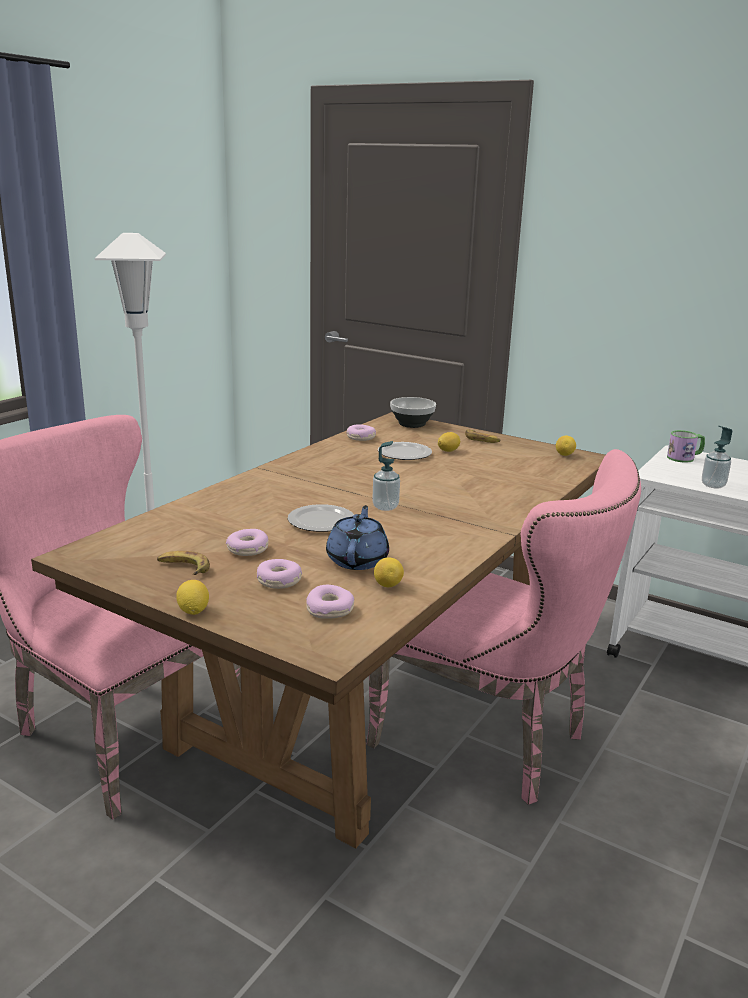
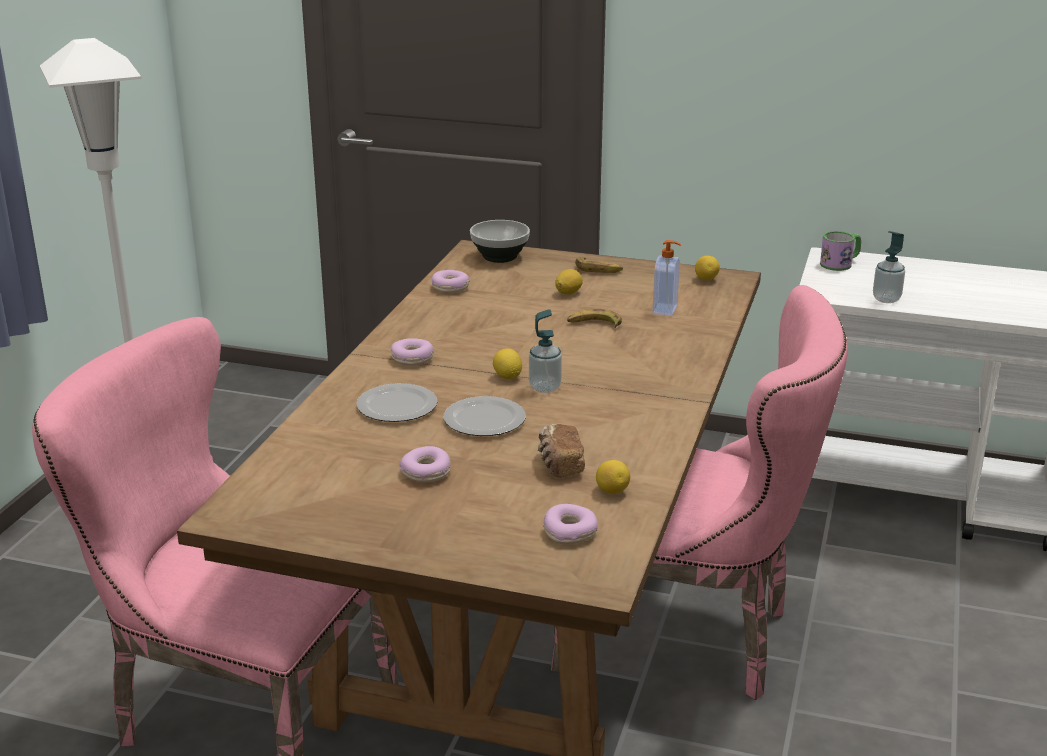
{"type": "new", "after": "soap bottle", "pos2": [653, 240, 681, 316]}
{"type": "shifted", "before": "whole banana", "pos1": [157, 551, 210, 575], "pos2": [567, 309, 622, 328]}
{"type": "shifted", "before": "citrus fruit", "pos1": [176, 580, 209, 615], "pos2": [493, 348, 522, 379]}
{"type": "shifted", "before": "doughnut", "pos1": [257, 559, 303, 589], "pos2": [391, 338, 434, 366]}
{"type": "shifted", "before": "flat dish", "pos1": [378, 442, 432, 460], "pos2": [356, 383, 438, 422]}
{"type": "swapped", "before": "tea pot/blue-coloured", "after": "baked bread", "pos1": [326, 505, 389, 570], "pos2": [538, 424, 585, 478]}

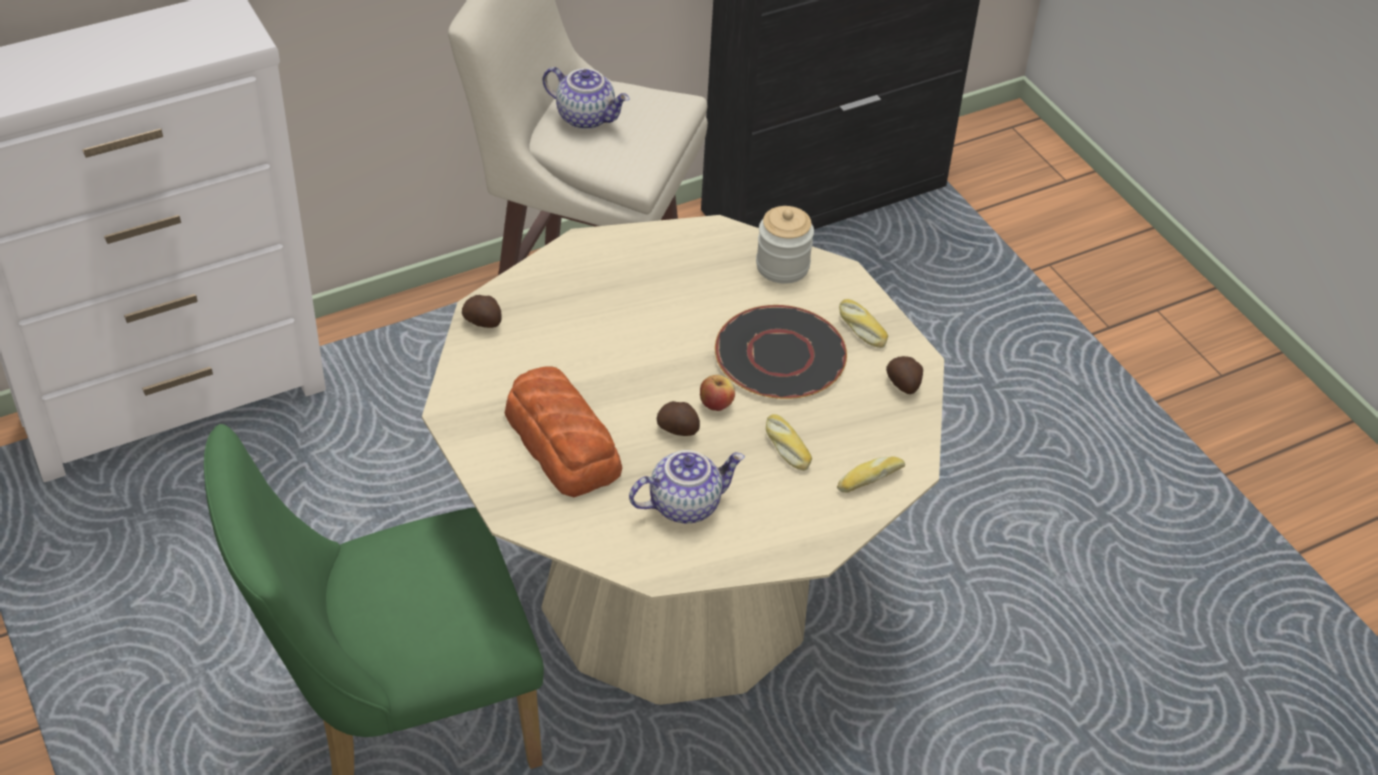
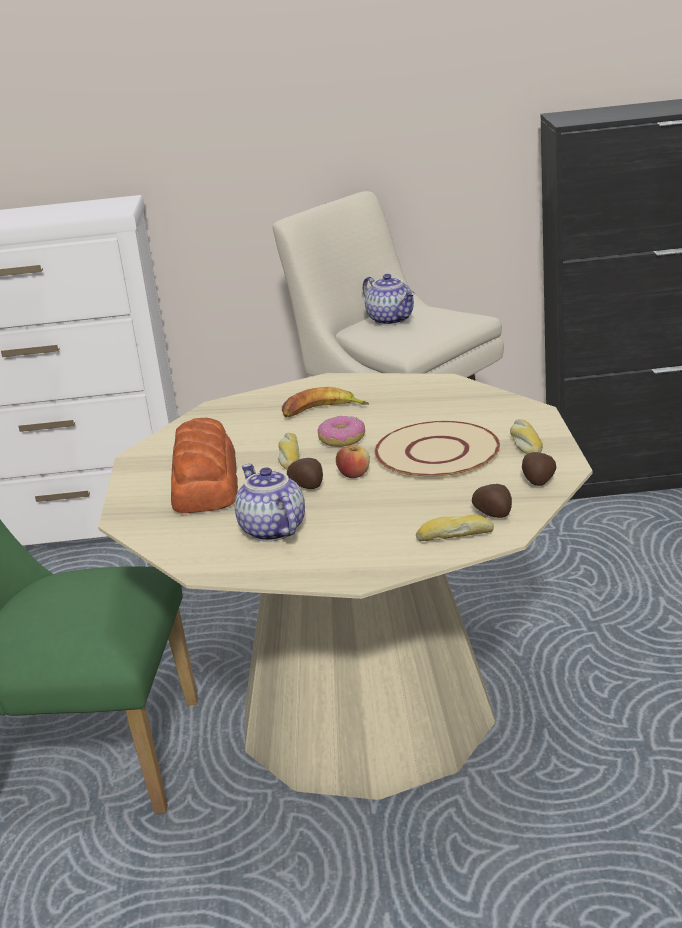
{"type": "gone", "before": "jar", "pos1": [756, 206, 814, 284]}
{"type": "new", "after": "whole banana", "pos2": [282, 387, 369, 418]}
{"type": "new", "after": "doughnut", "pos2": [318, 416, 365, 447]}
{"type": "shifted", "before": "potato", "pos1": [462, 295, 502, 328], "pos2": [472, 484, 512, 518]}
{"type": "shifted", "before": "baked bread", "pos1": [766, 414, 812, 471], "pos2": [278, 433, 299, 469]}
{"type": "repainted", "before": "flat dish/black-coloured", "after": "flat dish/beige-coloured", "pos1": [715, 305, 847, 399], "pos2": [375, 421, 500, 479]}
{"type": "rotated", "before": "tea pot", "pos1": [629, 450, 745, 523], "pos2": [235, 464, 305, 542], "turn": -120}

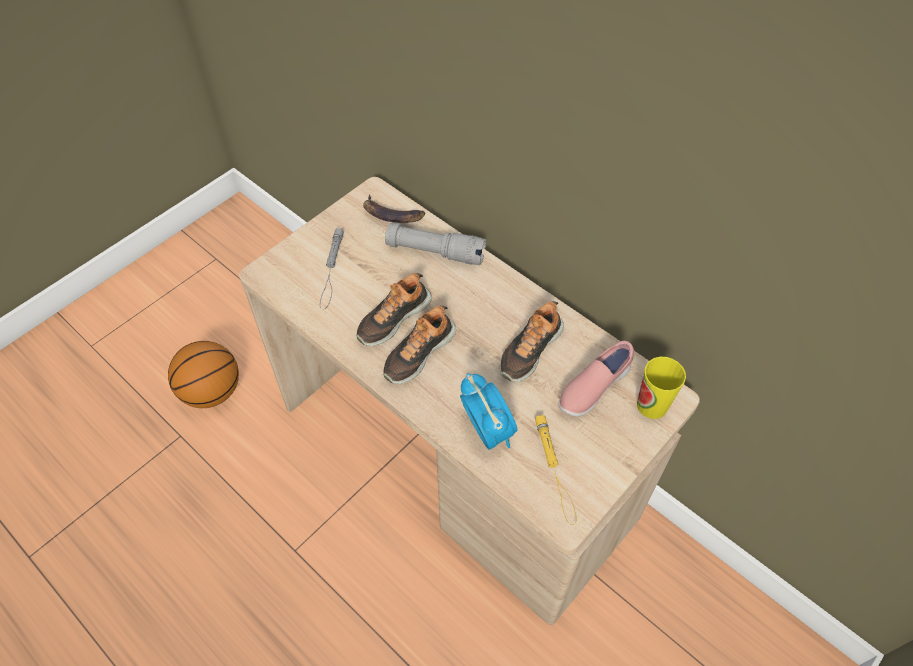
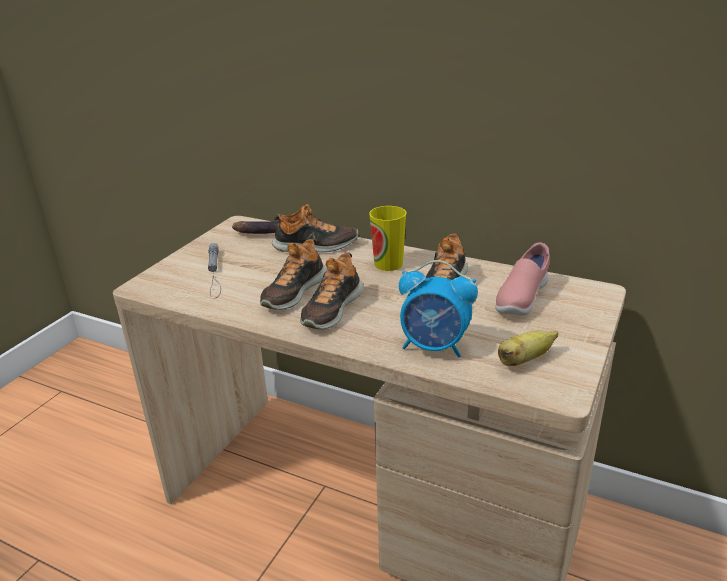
{"type": "gone", "before": "basketball ball", "pos1": [168, 341, 239, 408]}
{"type": "shifted", "before": "drinking cup", "pos1": [637, 357, 686, 419], "pos2": [369, 206, 406, 271]}
{"type": "swapped", "before": "torch/grey", "after": "item of footwear", "pos1": [385, 223, 486, 265], "pos2": [272, 204, 359, 252]}
{"type": "swapped", "before": "torch/yellowish", "after": "whole banana", "pos1": [535, 415, 577, 525], "pos2": [498, 330, 559, 366]}
{"type": "rotated", "before": "bedside clock", "pos1": [460, 373, 518, 450], "pos2": [399, 260, 478, 358], "turn": 150}

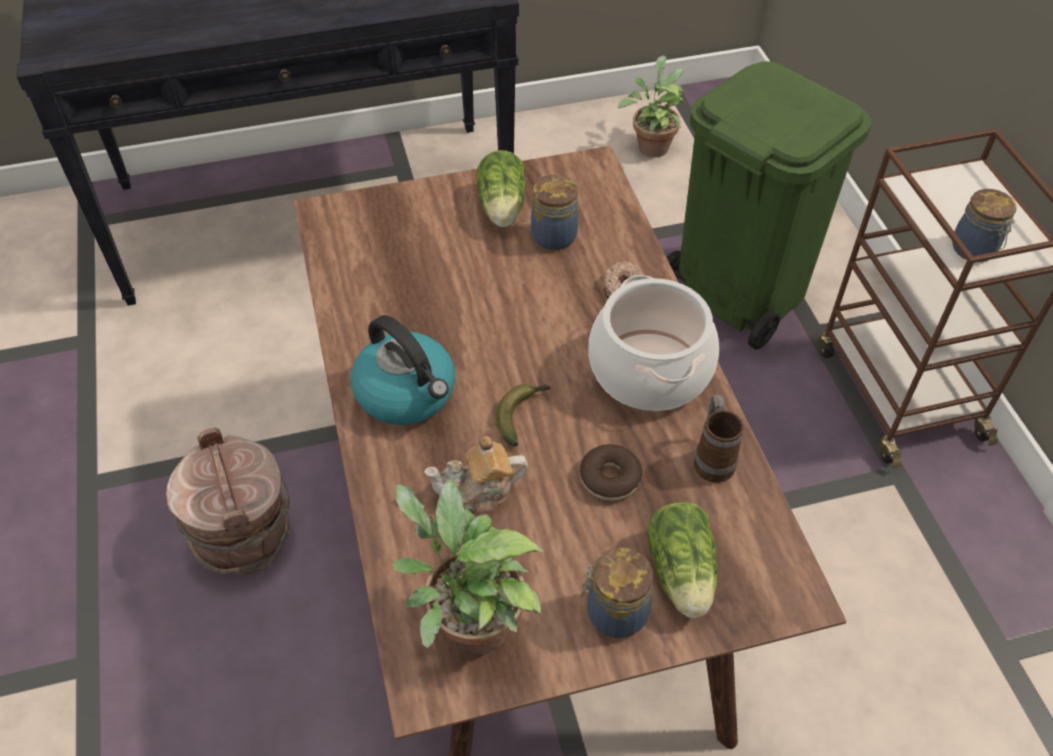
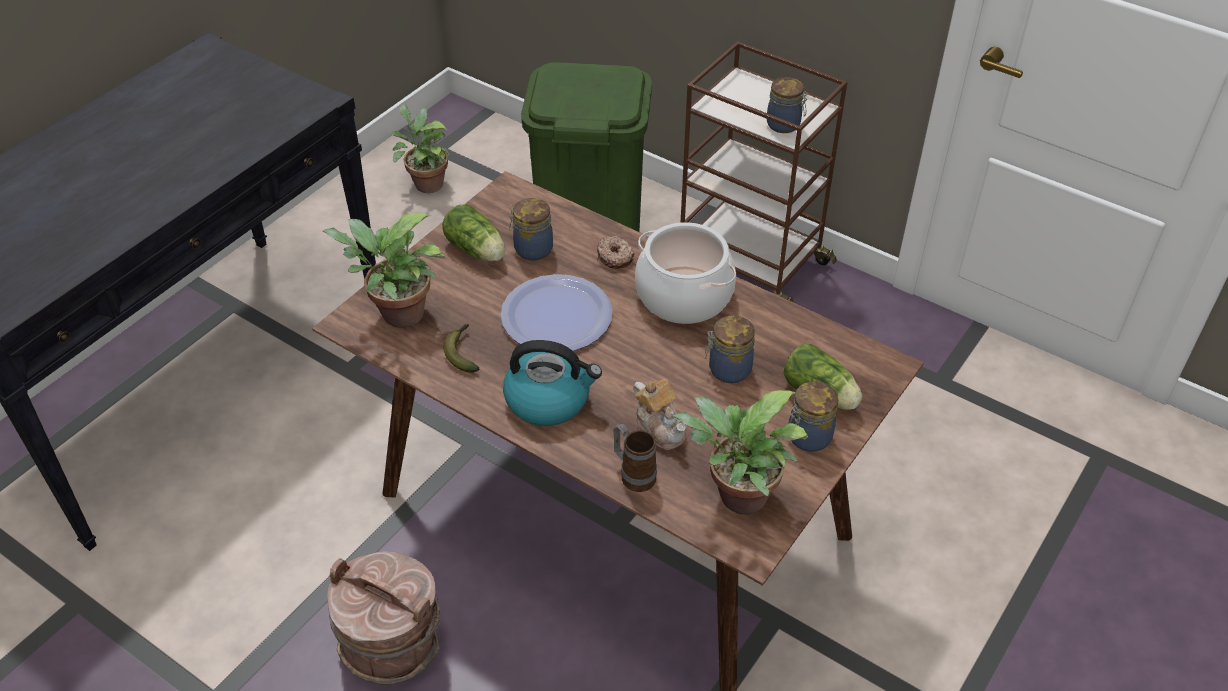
{"type": "new", "after": "plant in a pot", "pos2": [323, 212, 446, 328]}
{"type": "new", "after": "flat dish", "pos2": [501, 274, 613, 351]}
{"type": "shifted", "before": "whole banana", "pos1": [496, 384, 550, 446], "pos2": [443, 324, 479, 373]}
{"type": "shifted", "before": "mug", "pos1": [694, 394, 744, 482], "pos2": [613, 424, 657, 492]}
{"type": "swapped", "before": "doughnut", "after": "jar", "pos1": [579, 444, 642, 501], "pos2": [705, 316, 755, 383]}
{"type": "rotated", "before": "tea pot", "pos1": [424, 436, 528, 513], "pos2": [633, 379, 687, 450], "turn": -75}

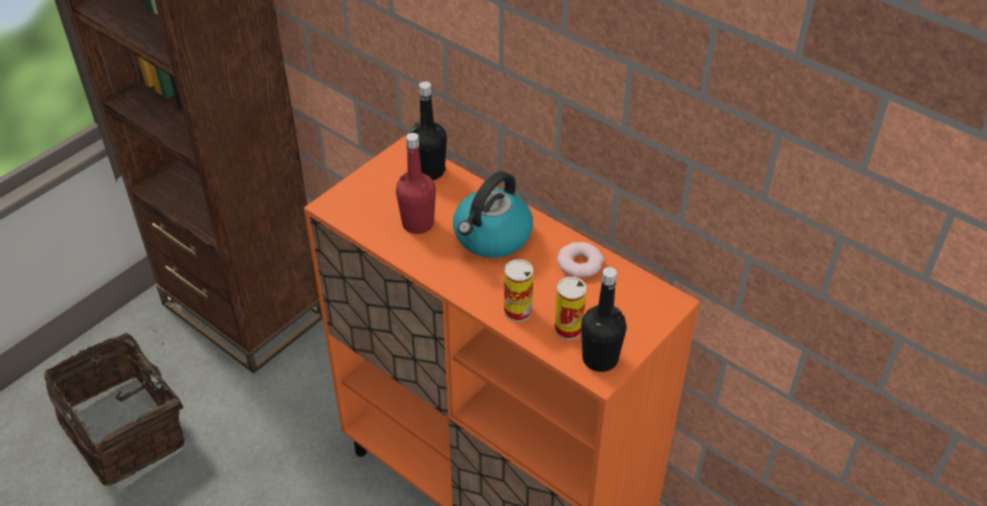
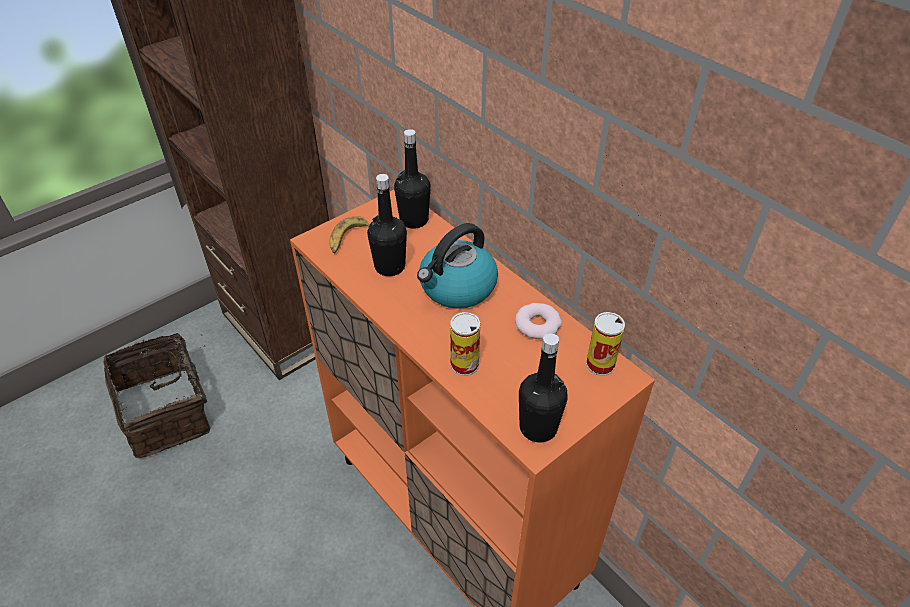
{"type": "new", "after": "whole banana", "pos2": [330, 216, 370, 254]}
{"type": "shifted", "before": "metal can", "pos1": [555, 277, 586, 340], "pos2": [586, 312, 625, 376]}
{"type": "repainted", "before": "beverage bottle/red-coloured", "after": "beverage bottle/black-coloured", "pos1": [396, 133, 436, 234], "pos2": [367, 174, 407, 276]}

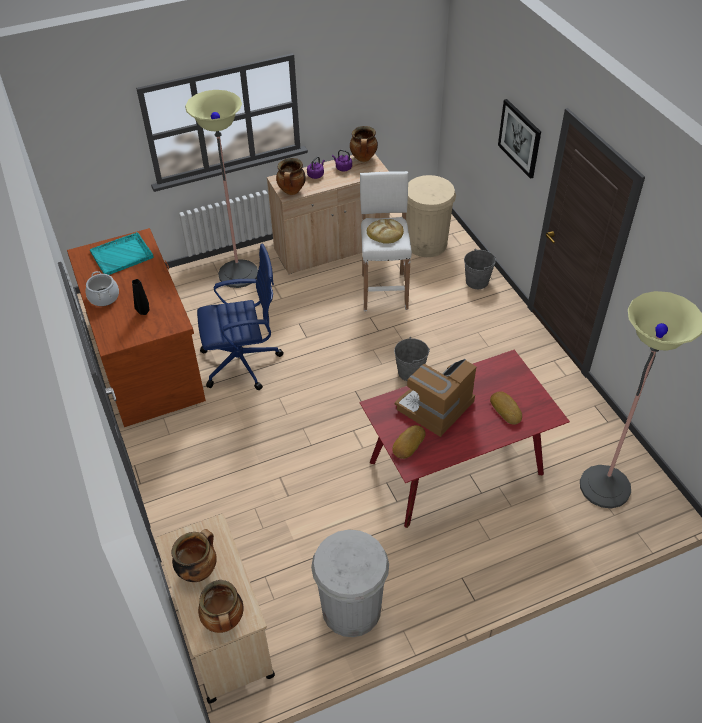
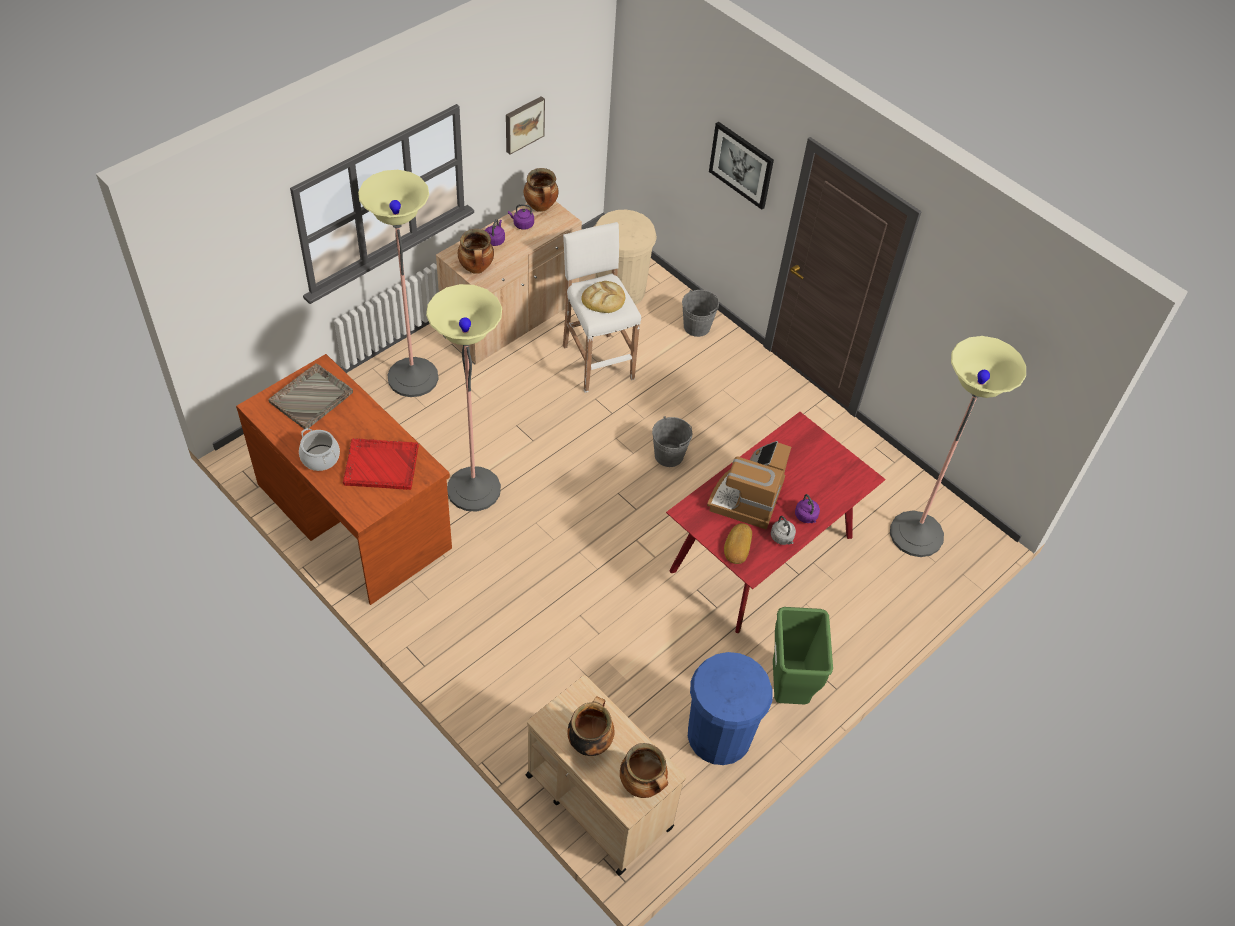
{"type": "gone", "before": "baked bread", "pos1": [490, 391, 522, 425]}
{"type": "new", "after": "wall art", "pos2": [506, 96, 545, 155]}
{"type": "new", "after": "tea kettle/grey", "pos2": [771, 516, 796, 545]}
{"type": "new", "after": "waste bin/green", "pos2": [773, 607, 833, 704]}
{"type": "new", "after": "tea kettle/purplish", "pos2": [795, 494, 820, 523]}
{"type": "swapped", "before": "decorative vase/black-coloured", "after": "tray/red-coloured", "pos1": [132, 279, 150, 315], "pos2": [343, 438, 419, 490]}
{"type": "swapped", "before": "office chair/blue-coloured", "after": "floor lamp", "pos1": [197, 244, 284, 390], "pos2": [426, 284, 502, 511]}
{"type": "repainted", "before": "tray/turquoise-coloured", "after": "tray/grey", "pos1": [90, 232, 153, 275], "pos2": [268, 363, 353, 429]}
{"type": "repainted", "before": "waste bin/white", "after": "waste bin/blue-coloured", "pos1": [311, 530, 389, 637], "pos2": [688, 652, 773, 765]}

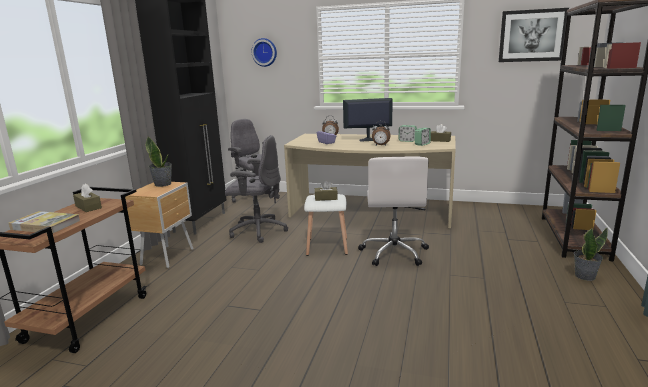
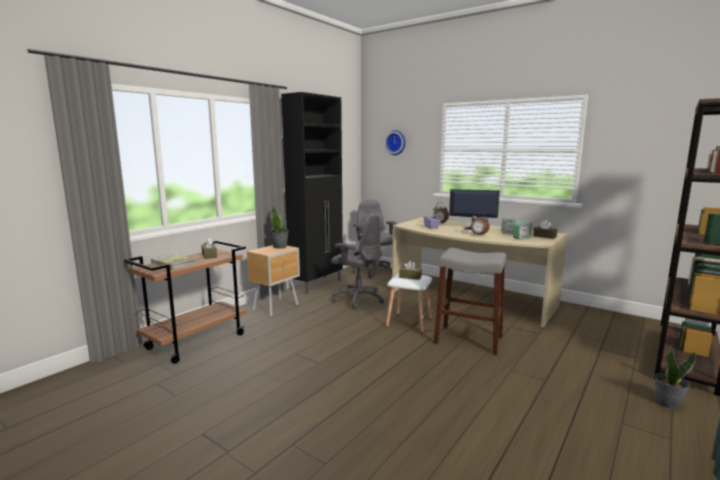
{"type": "gone", "before": "wall art", "pos1": [499, 8, 569, 62]}
{"type": "swapped", "before": "office chair/white", "after": "stool seat/grey", "pos1": [358, 157, 429, 266], "pos2": [434, 248, 507, 355]}

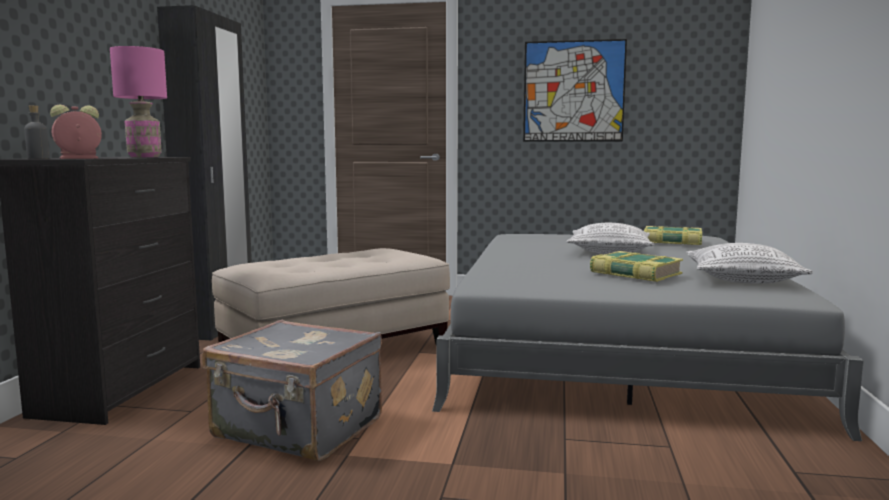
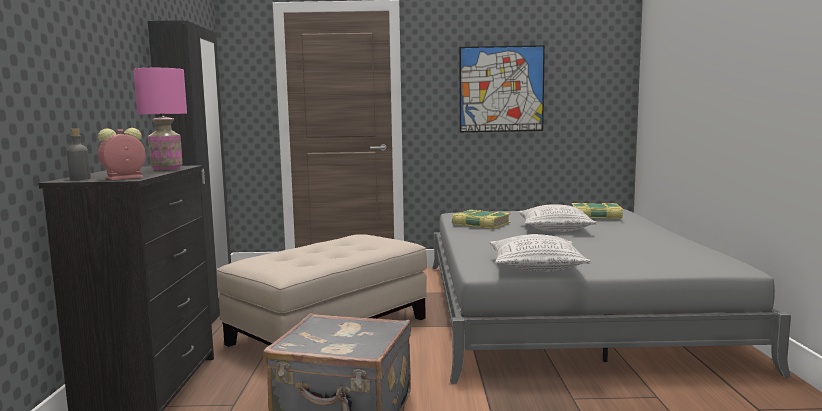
{"type": "shifted", "before": "book", "pos1": [590, 251, 683, 282], "pos2": [452, 210, 511, 229]}
{"type": "shifted", "before": "cushion", "pos1": [686, 243, 813, 284], "pos2": [490, 234, 591, 272]}

